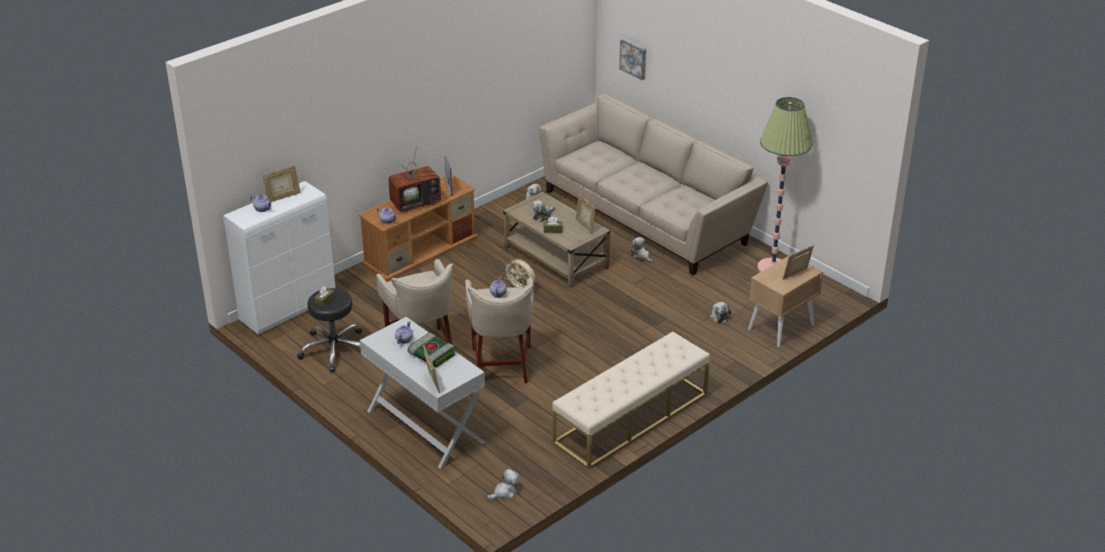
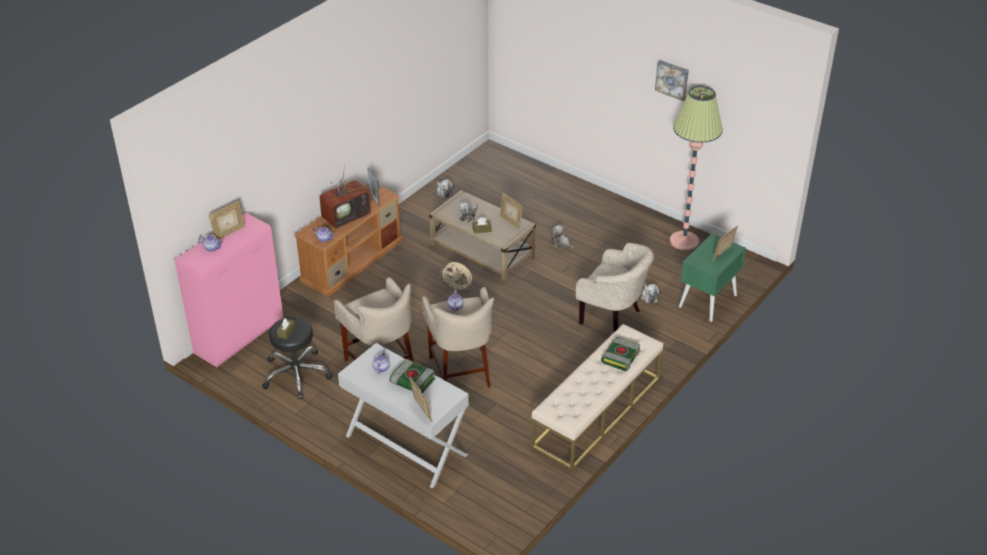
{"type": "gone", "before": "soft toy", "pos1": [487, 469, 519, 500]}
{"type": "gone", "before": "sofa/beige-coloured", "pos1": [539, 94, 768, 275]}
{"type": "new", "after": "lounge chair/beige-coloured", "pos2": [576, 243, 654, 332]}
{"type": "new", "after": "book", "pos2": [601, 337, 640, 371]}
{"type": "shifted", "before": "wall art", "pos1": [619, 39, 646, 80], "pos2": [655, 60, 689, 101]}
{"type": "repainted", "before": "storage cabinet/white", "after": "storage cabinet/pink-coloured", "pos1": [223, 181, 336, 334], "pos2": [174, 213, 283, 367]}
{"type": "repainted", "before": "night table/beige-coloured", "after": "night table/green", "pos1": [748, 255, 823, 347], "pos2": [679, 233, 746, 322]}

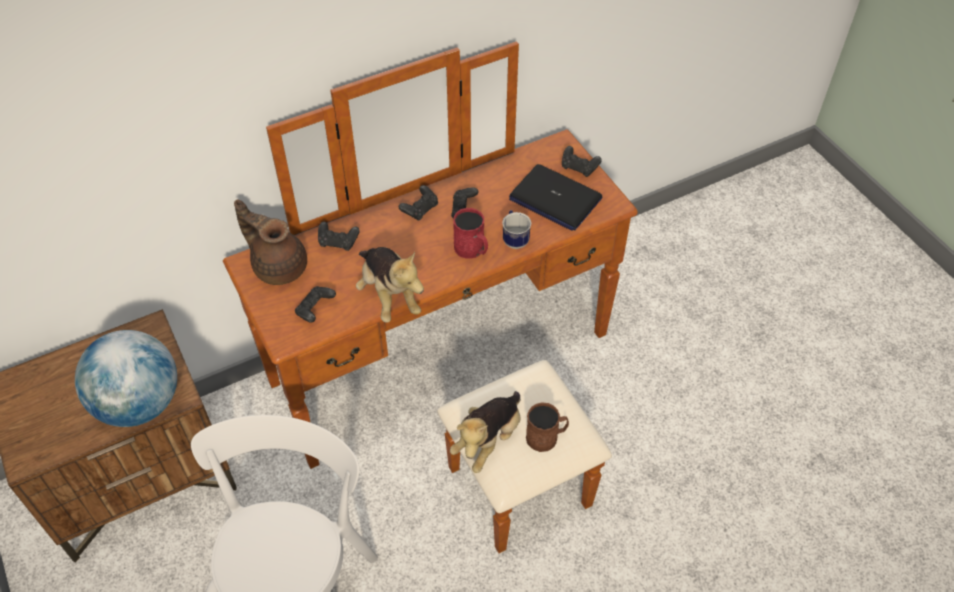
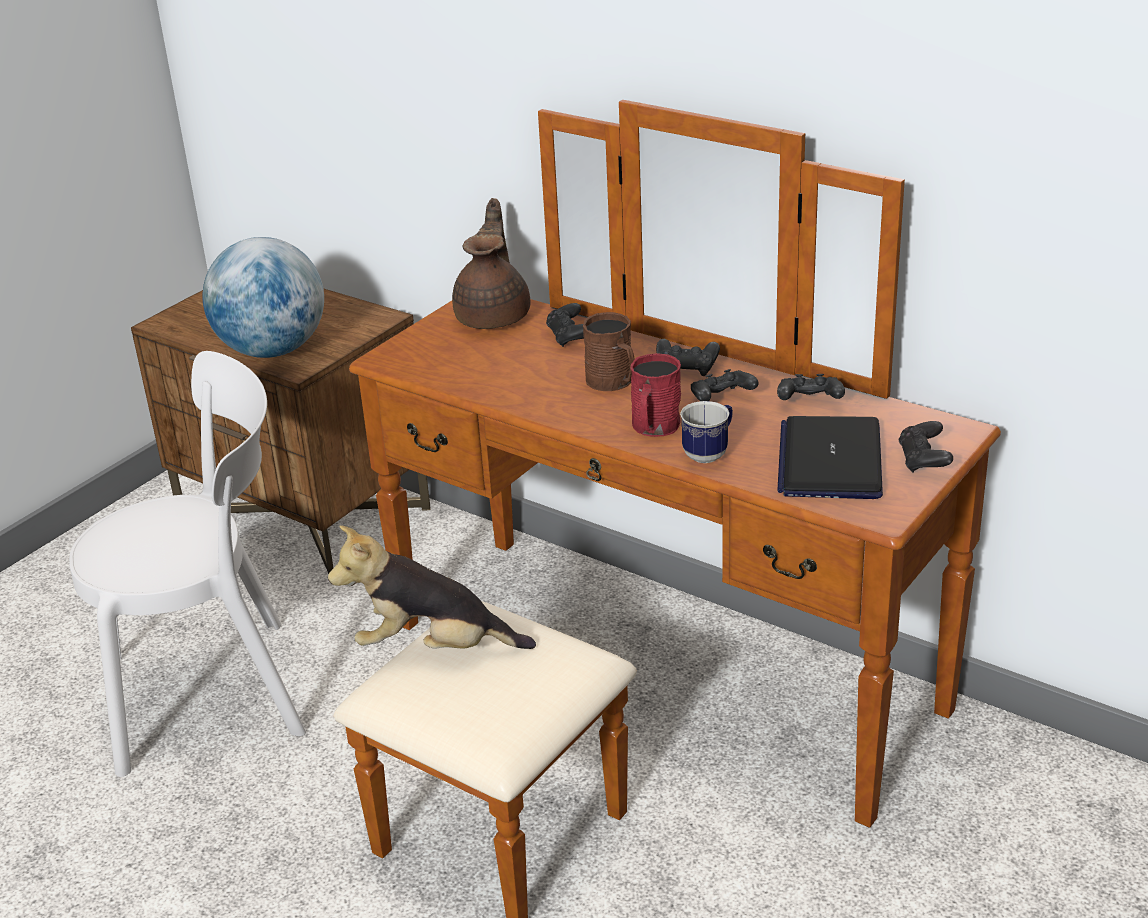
{"type": "gone", "before": "soft toy", "pos1": [356, 247, 424, 322]}
{"type": "shifted", "before": "gamepad/black-coloured", "pos1": [295, 286, 336, 323], "pos2": [777, 374, 845, 400]}
{"type": "shifted", "before": "mug/brown-coloured", "pos1": [526, 402, 569, 452], "pos2": [583, 312, 635, 391]}

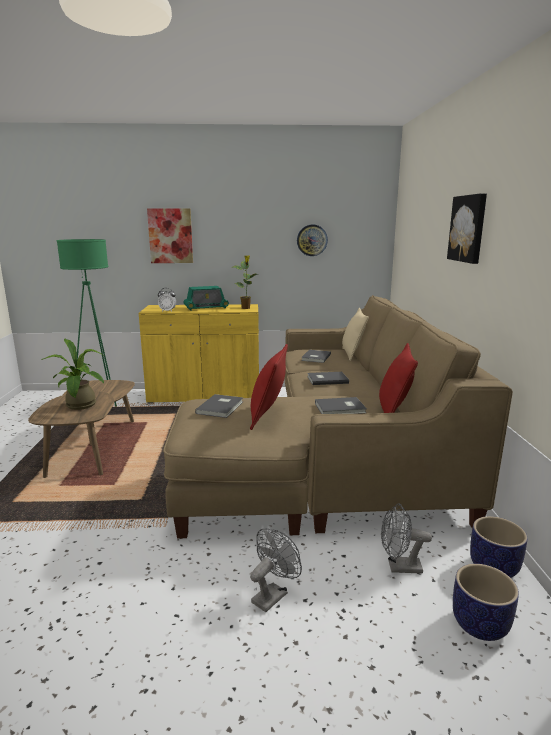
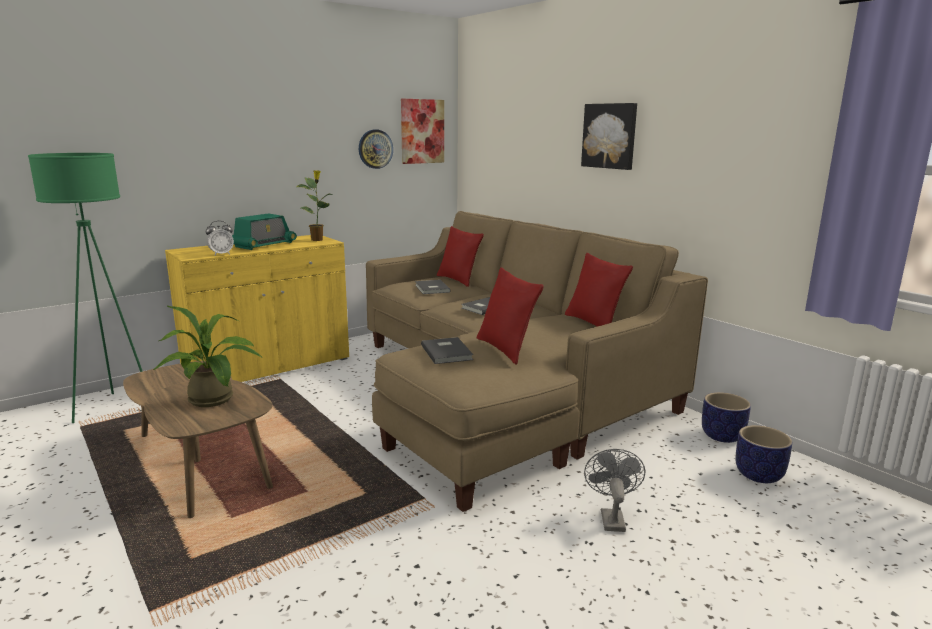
{"type": "gone", "before": "book/grey", "pos1": [315, 397, 367, 414]}
{"type": "gone", "before": "cooling fan/grey", "pos1": [381, 503, 432, 574]}
{"type": "shifted", "before": "wall art", "pos1": [147, 208, 193, 263], "pos2": [401, 99, 444, 164]}
{"type": "repainted", "before": "cushion/beige-coloured", "after": "cushion/red-coloured", "pos1": [342, 308, 369, 361], "pos2": [437, 226, 484, 287]}

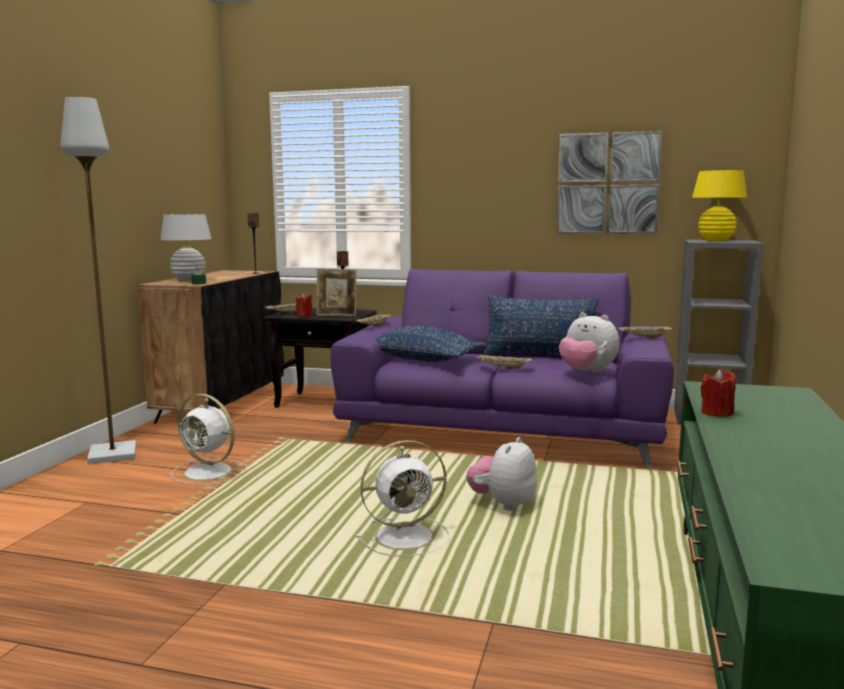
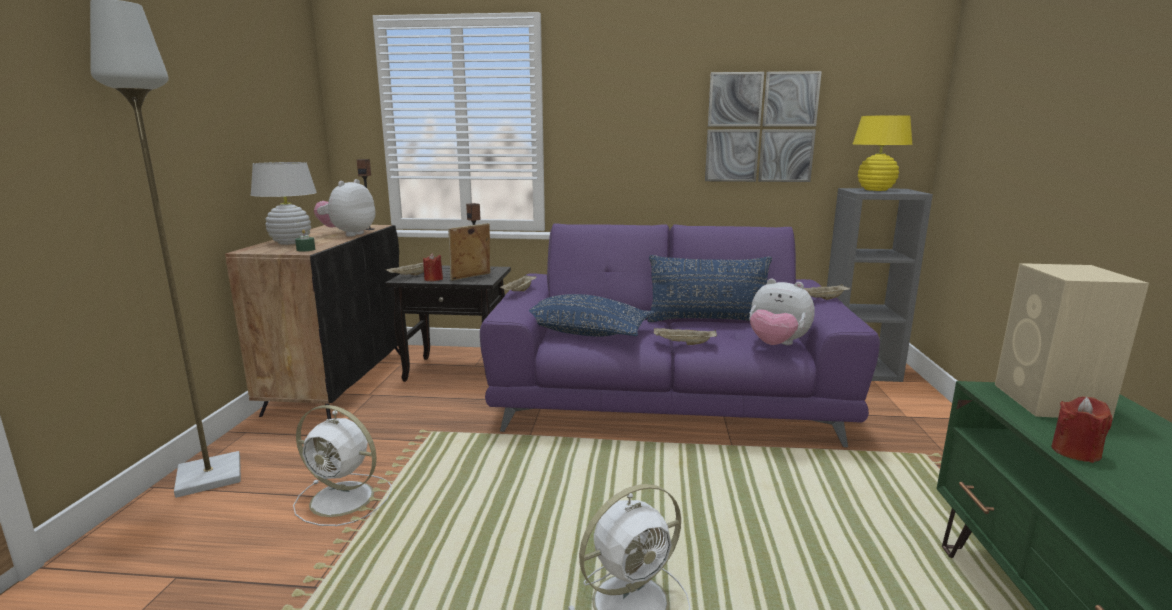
{"type": "new", "after": "loudspeaker/beige-coloured", "pos2": [995, 263, 1149, 418]}
{"type": "shifted", "before": "soft toy", "pos1": [466, 437, 537, 511], "pos2": [314, 179, 376, 237]}
{"type": "rotated", "before": "photo frame", "pos1": [317, 269, 357, 316], "pos2": [448, 223, 490, 281], "turn": 150}

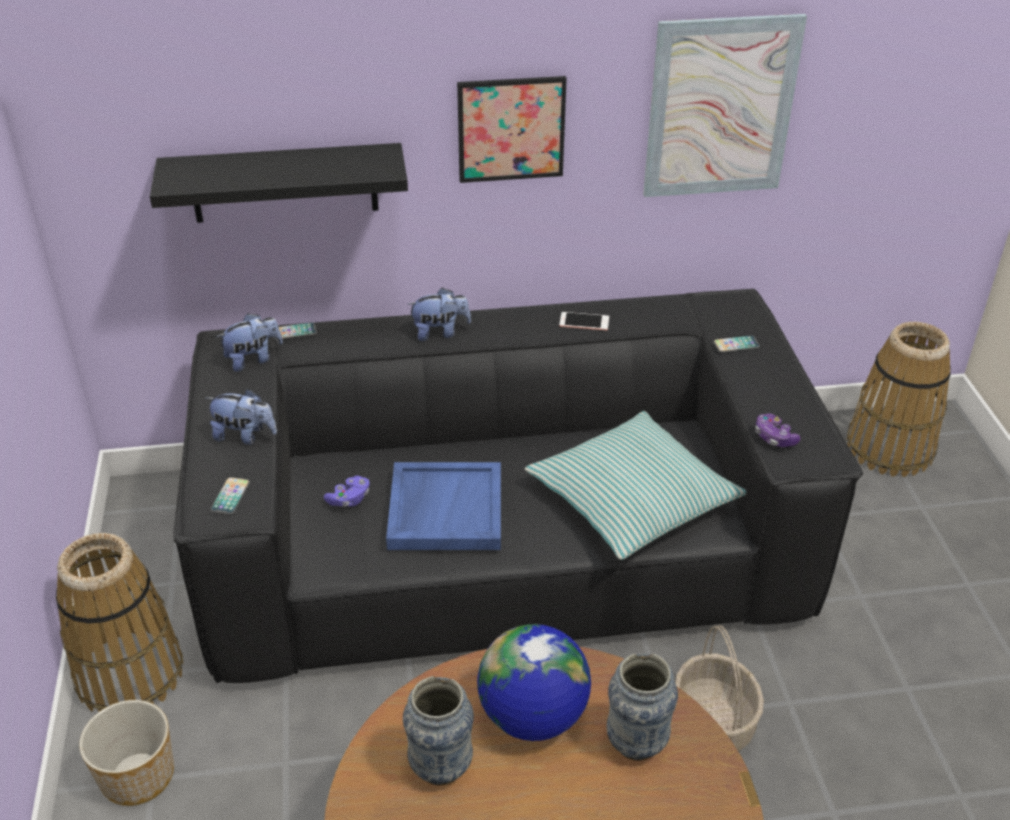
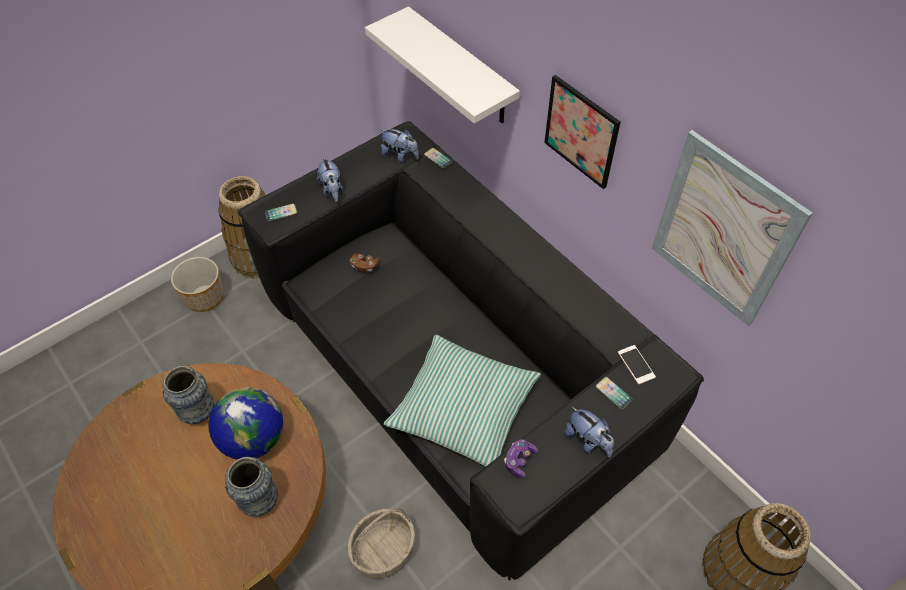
{"type": "gone", "before": "tray/blue-coloured", "pos1": [386, 462, 501, 550]}
{"type": "shifted", "before": "soft toy", "pos1": [407, 287, 471, 341], "pos2": [565, 406, 614, 457]}
{"type": "shifted", "before": "phone", "pos1": [559, 312, 609, 331], "pos2": [618, 345, 656, 384]}
{"type": "repainted", "before": "wall shelf/black-coloured", "after": "wall shelf/white", "pos1": [150, 143, 408, 223], "pos2": [365, 6, 520, 123]}
{"type": "repainted", "before": "gamepad/purplish", "after": "gamepad/brown-coloured", "pos1": [324, 476, 370, 507], "pos2": [350, 253, 380, 272]}

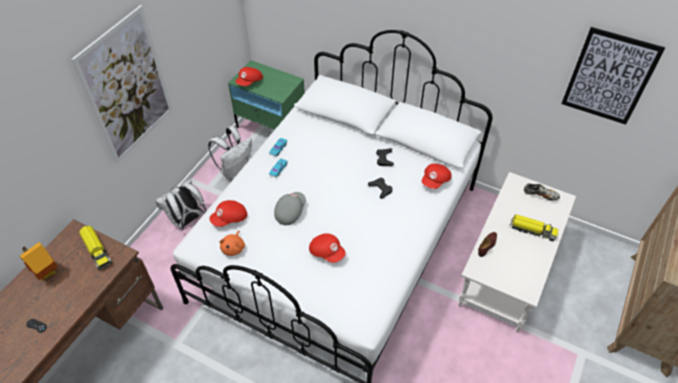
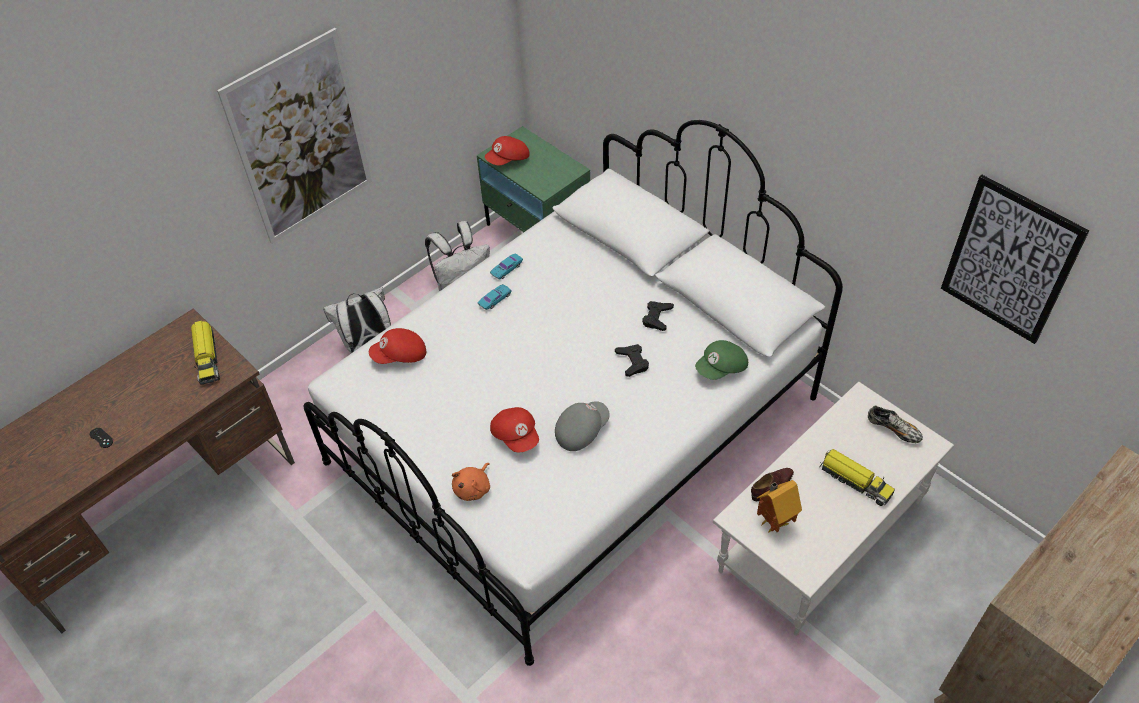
{"type": "shifted", "before": "miniature house", "pos1": [20, 242, 58, 281], "pos2": [757, 480, 802, 532]}
{"type": "shifted", "before": "soft toy/orange", "pos1": [219, 231, 245, 256], "pos2": [452, 463, 490, 501]}
{"type": "shifted", "before": "baseball cap/grey", "pos1": [274, 192, 306, 225], "pos2": [555, 401, 609, 451]}
{"type": "repainted", "before": "baseball cap/red-coloured", "after": "baseball cap/green", "pos1": [422, 163, 452, 189], "pos2": [695, 340, 748, 380]}

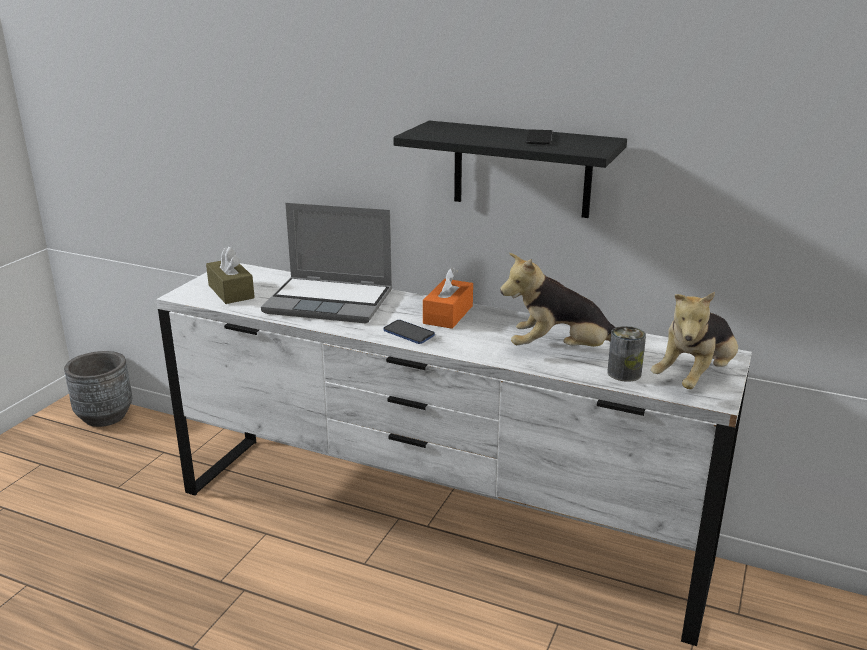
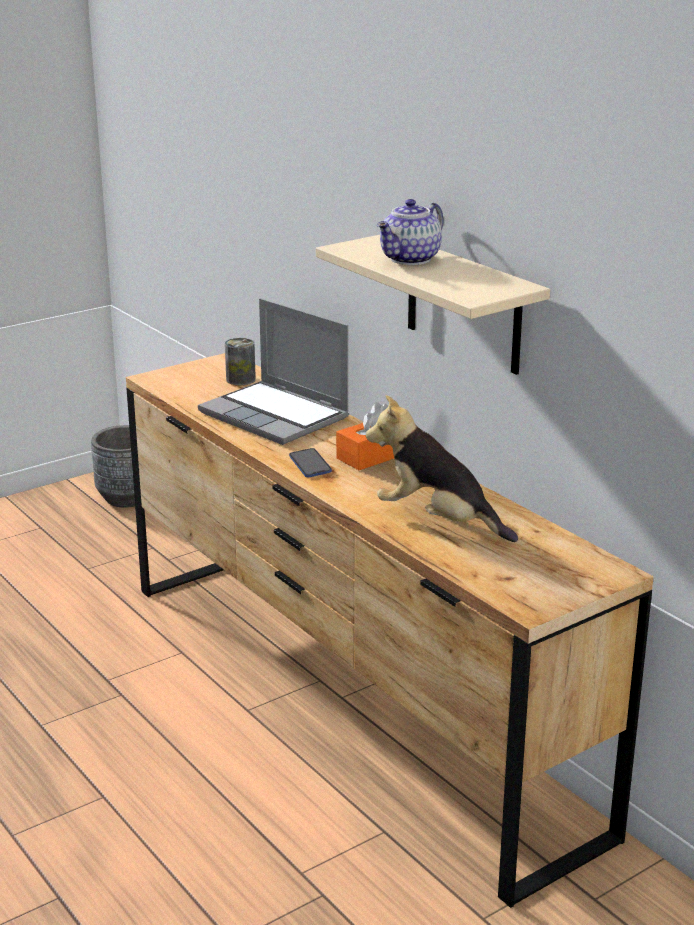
{"type": "gone", "before": "tissue box/brown-coloured", "pos1": [206, 246, 255, 304]}
{"type": "gone", "before": "phone", "pos1": [526, 129, 553, 145]}
{"type": "gone", "before": "soft toy", "pos1": [651, 292, 738, 389]}
{"type": "new", "after": "tea pot", "pos2": [377, 199, 444, 265]}
{"type": "shifted", "before": "metal can", "pos1": [607, 326, 646, 382], "pos2": [225, 338, 256, 385]}
{"type": "repainted", "before": "chest of drawers/white", "after": "chest of drawers/brown-coloured", "pos1": [156, 263, 752, 646], "pos2": [126, 353, 654, 908]}
{"type": "repainted", "before": "wall shelf/black-coloured", "after": "wall shelf/beige-coloured", "pos1": [393, 121, 627, 218], "pos2": [316, 235, 550, 375]}

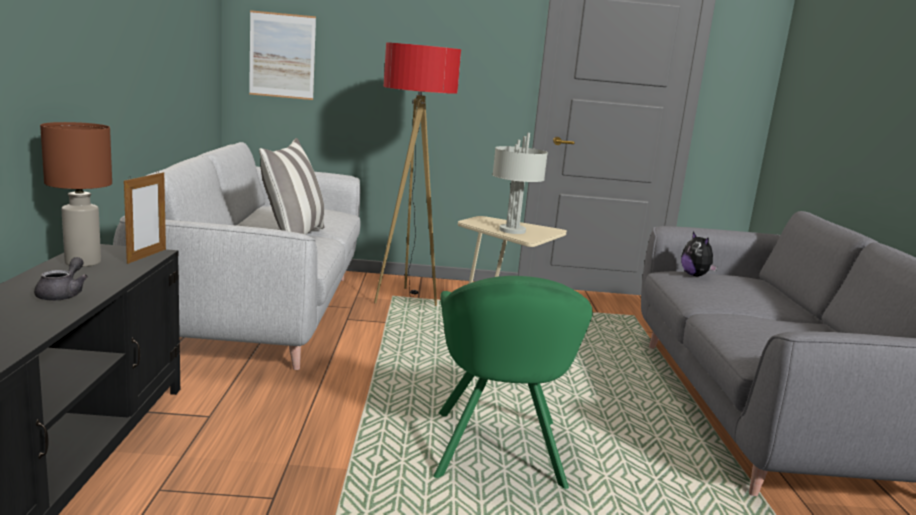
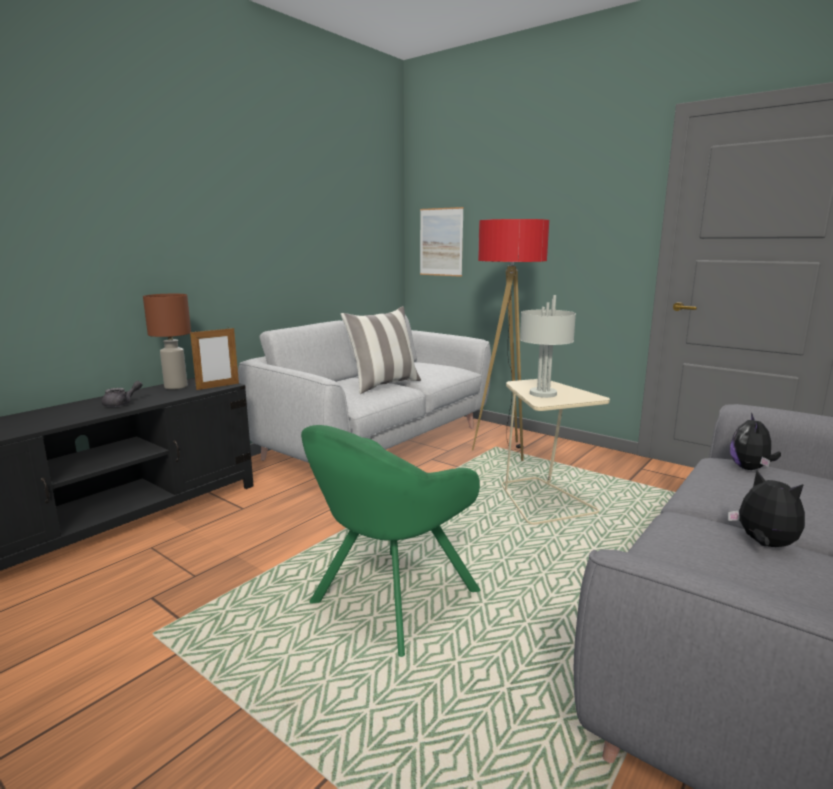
{"type": "new", "after": "soft toy", "pos2": [728, 471, 805, 547]}

